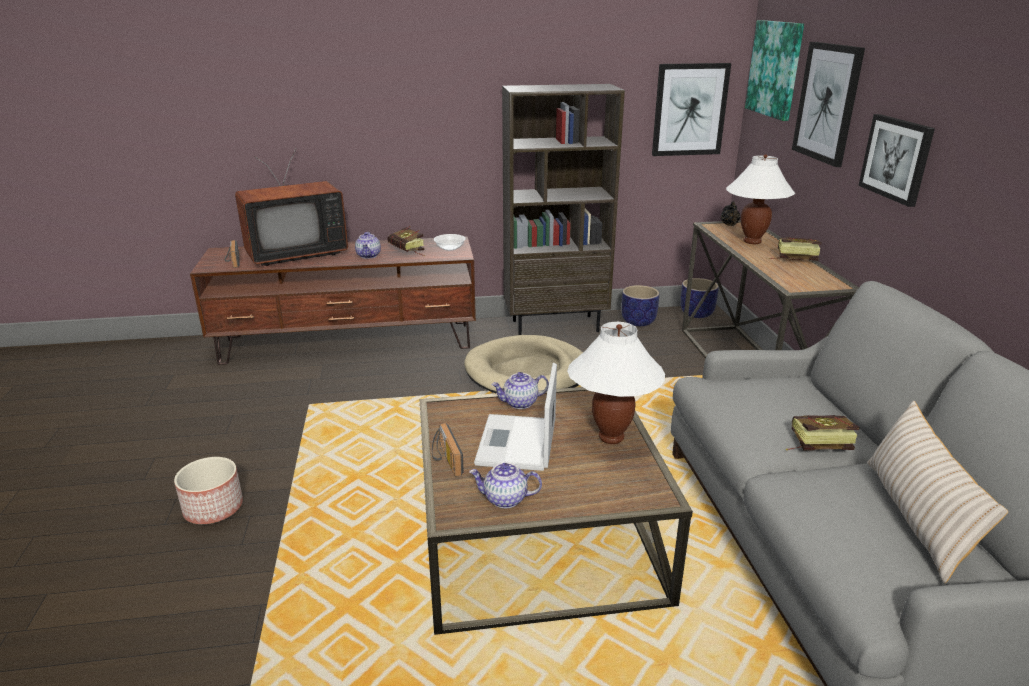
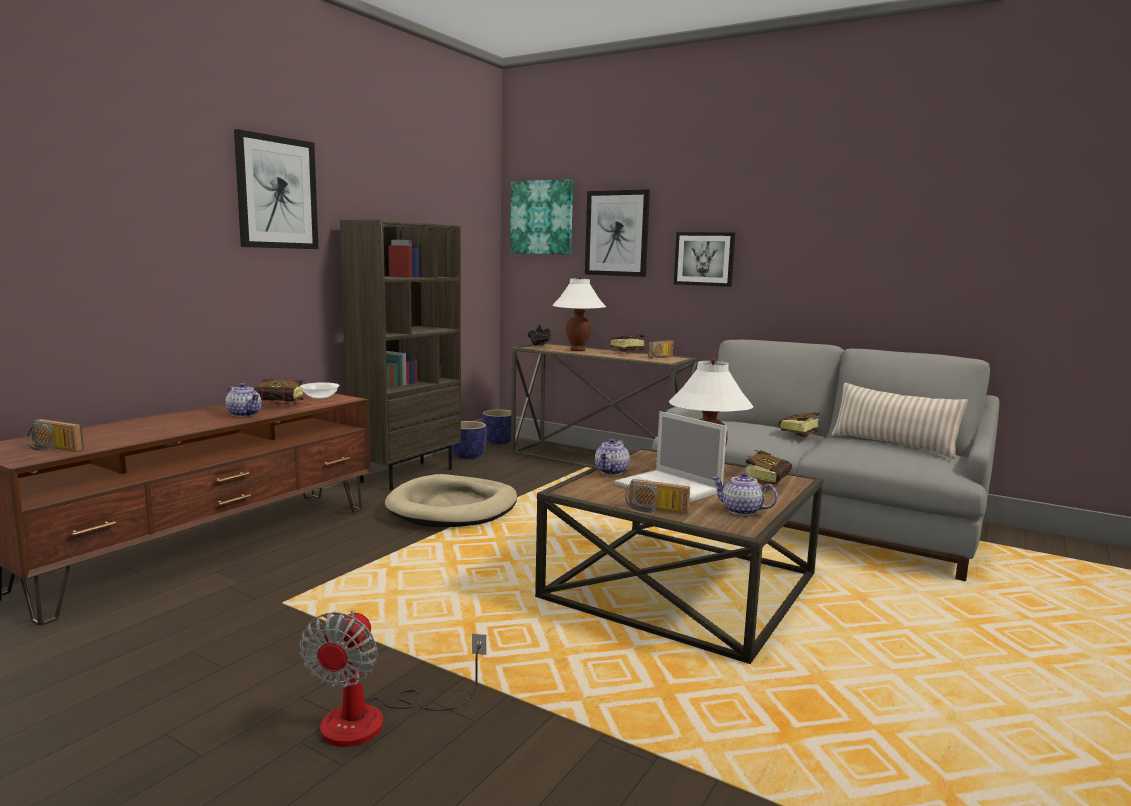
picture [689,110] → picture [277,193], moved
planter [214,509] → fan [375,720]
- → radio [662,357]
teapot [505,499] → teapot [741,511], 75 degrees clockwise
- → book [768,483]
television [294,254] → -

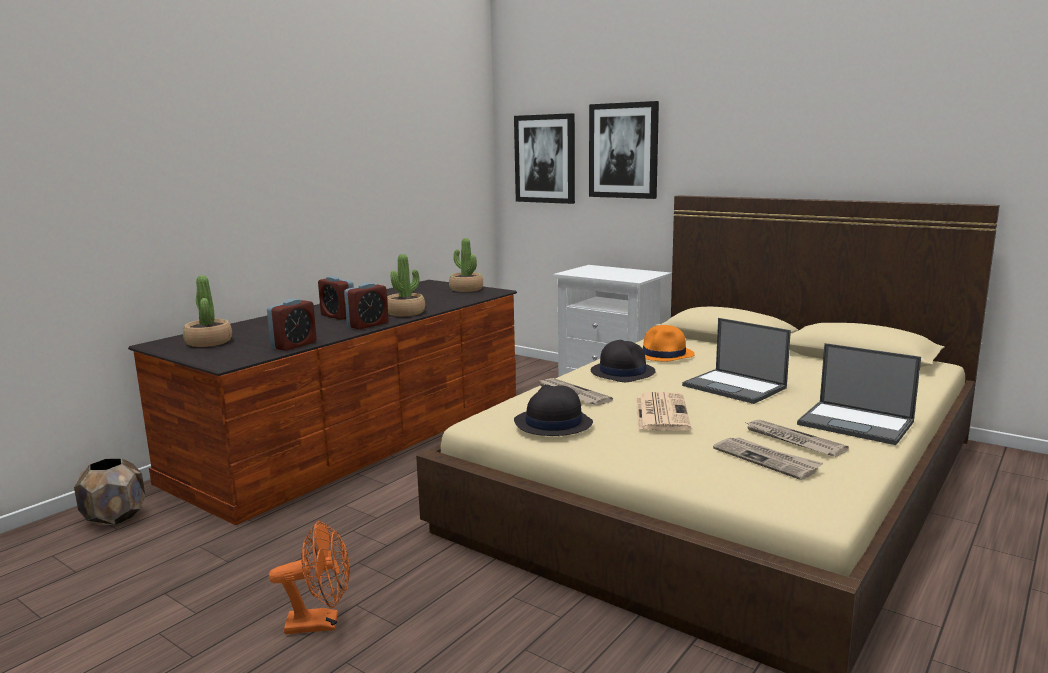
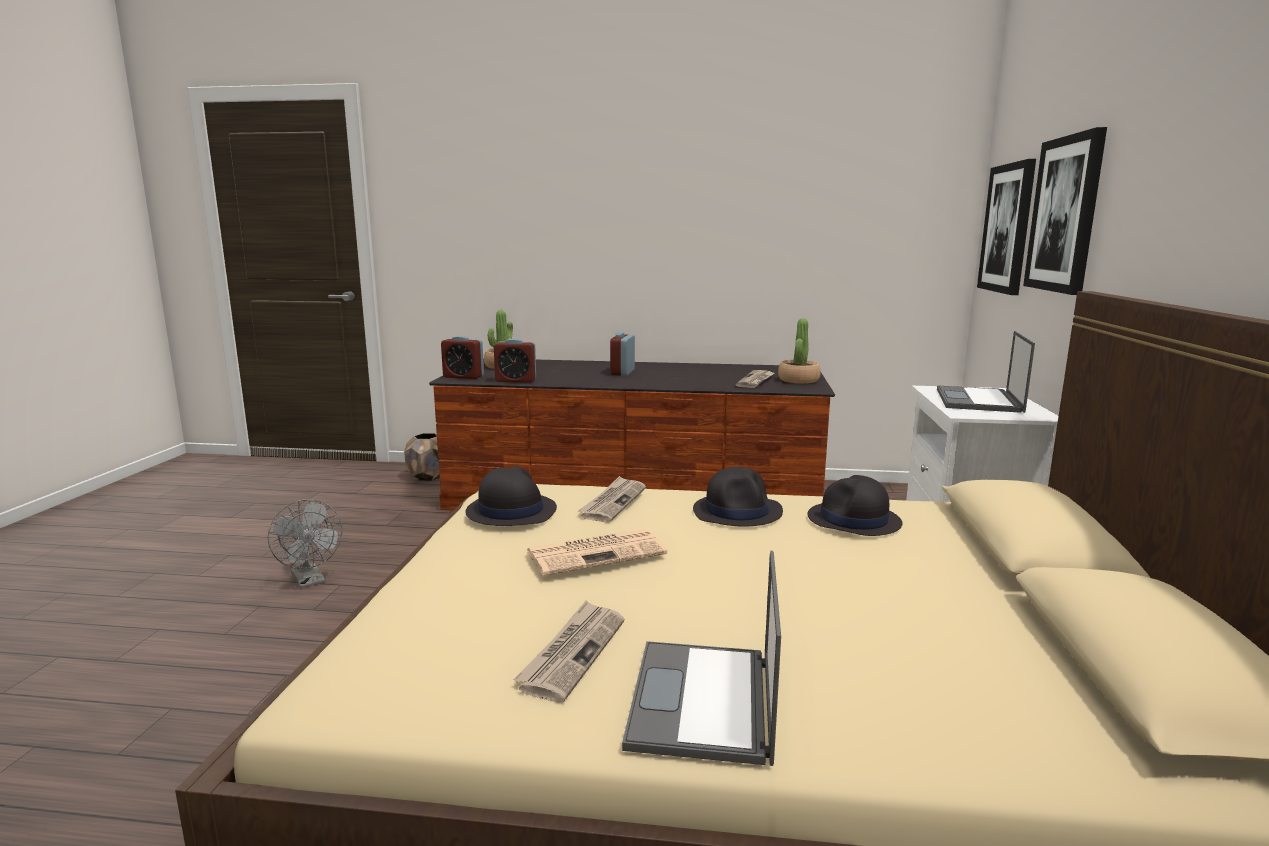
orange fan [321,623] → grey fan [310,581]
alarm clock [368,325] → alarm clock [463,377], moved
newspaper [766,460] → newspaper [756,381], moved
orange hat [664,355] → black hat [854,521]
laptop [735,387] → laptop [979,400], moved
potted plant [405,313] → -

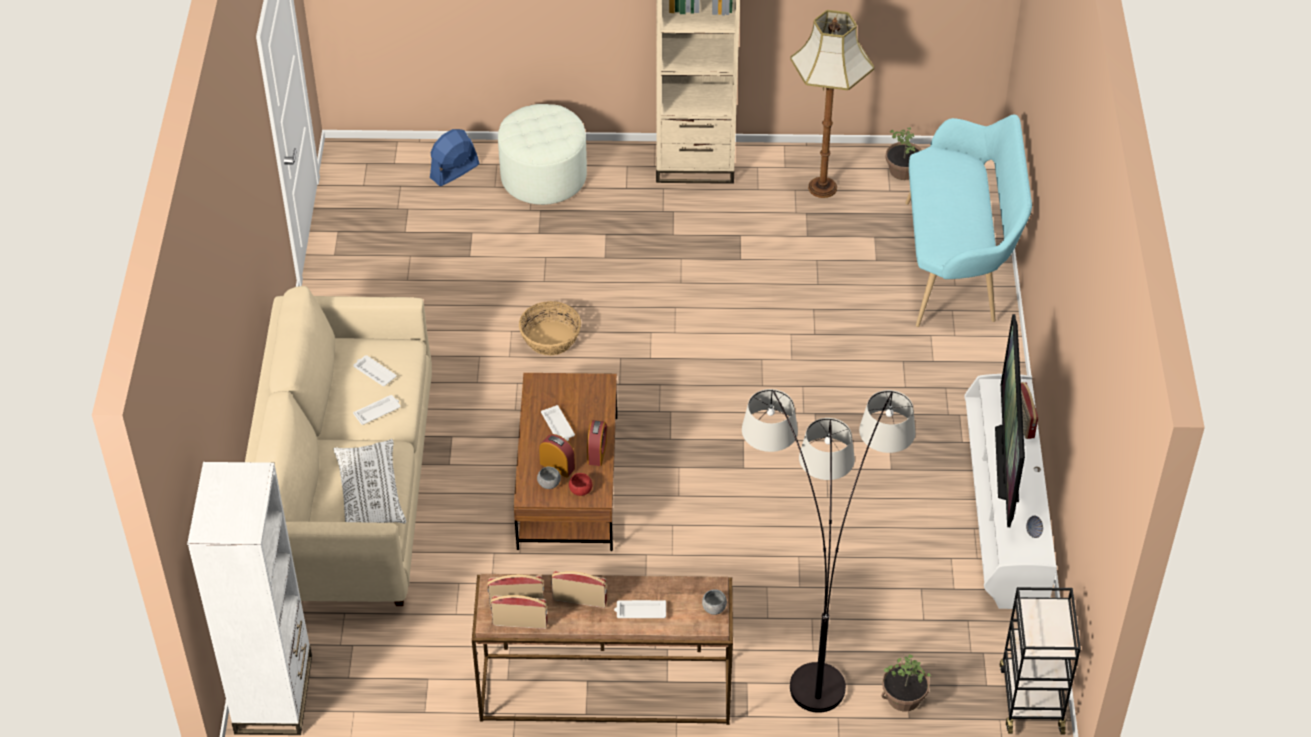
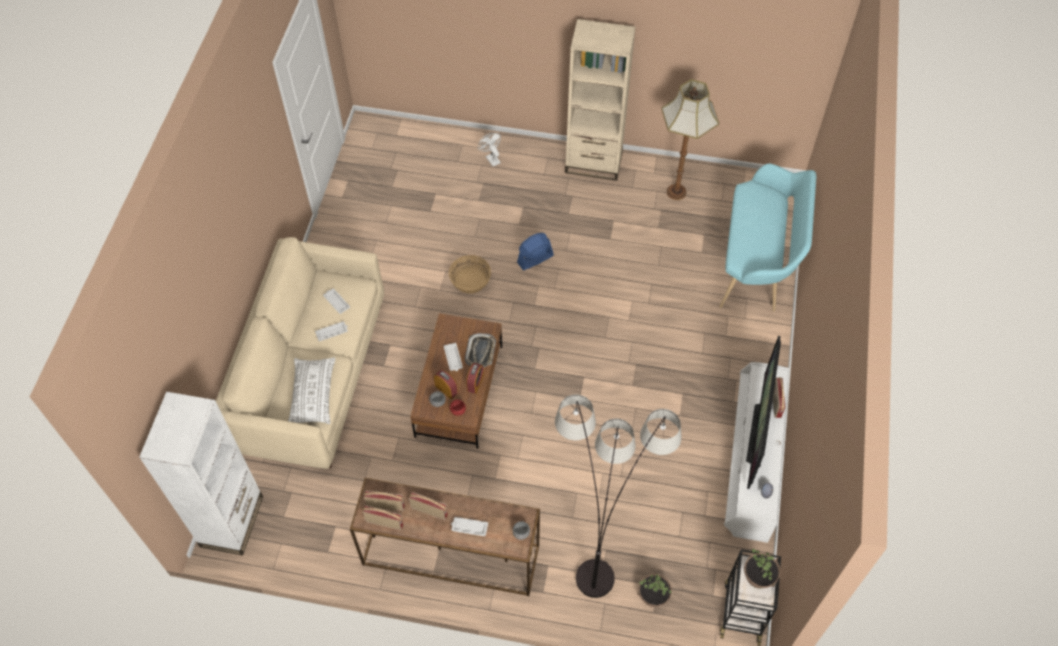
- → tray [481,352]
white ottoman [543,177] → white fan [491,158]
blue fan [454,171] → blue fan [535,259], moved
potted plant [903,170] → potted plant [759,576], moved

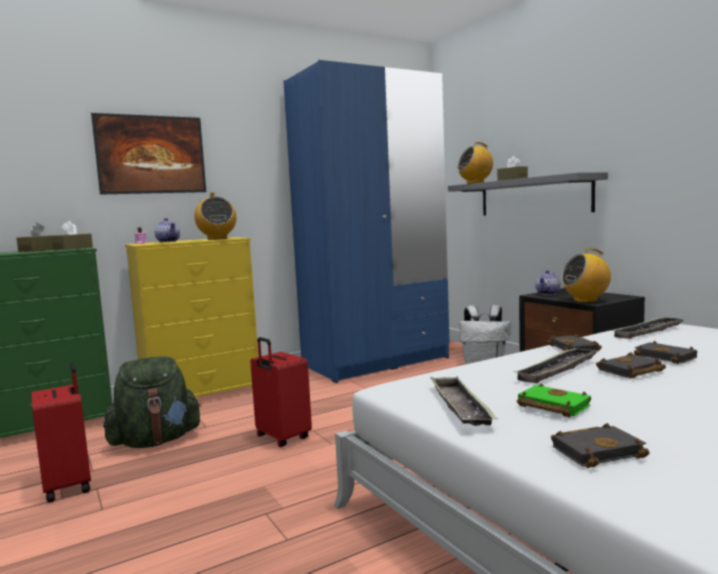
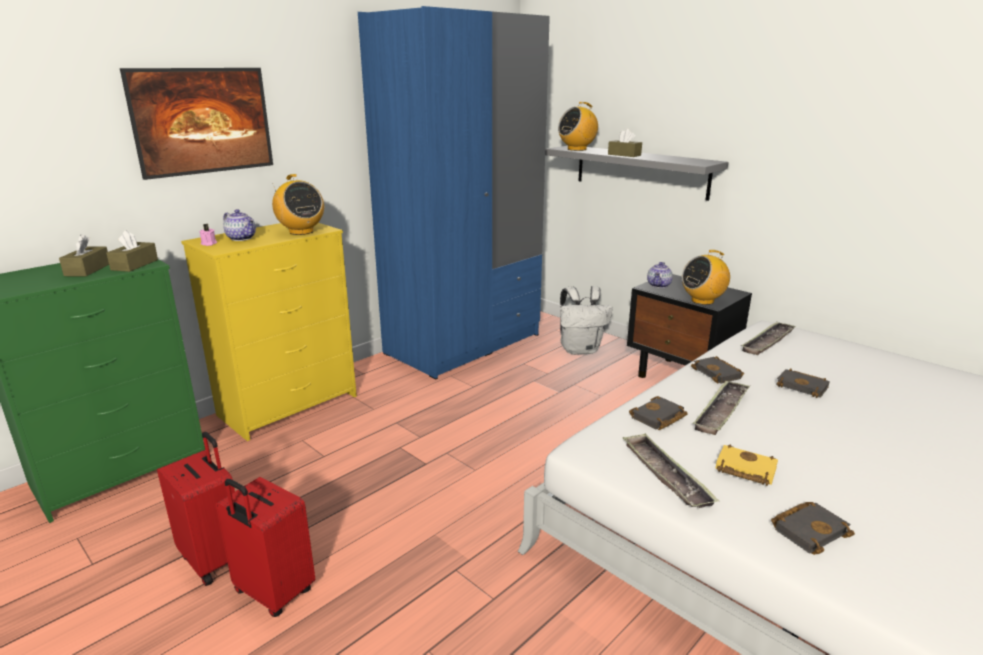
red suitcase [282,438] → red suitcase [272,593], moved
black book [631,371] → black book [658,418], moved
green book [550,406] → yellow book [743,470]
green backpack [156,441] → -

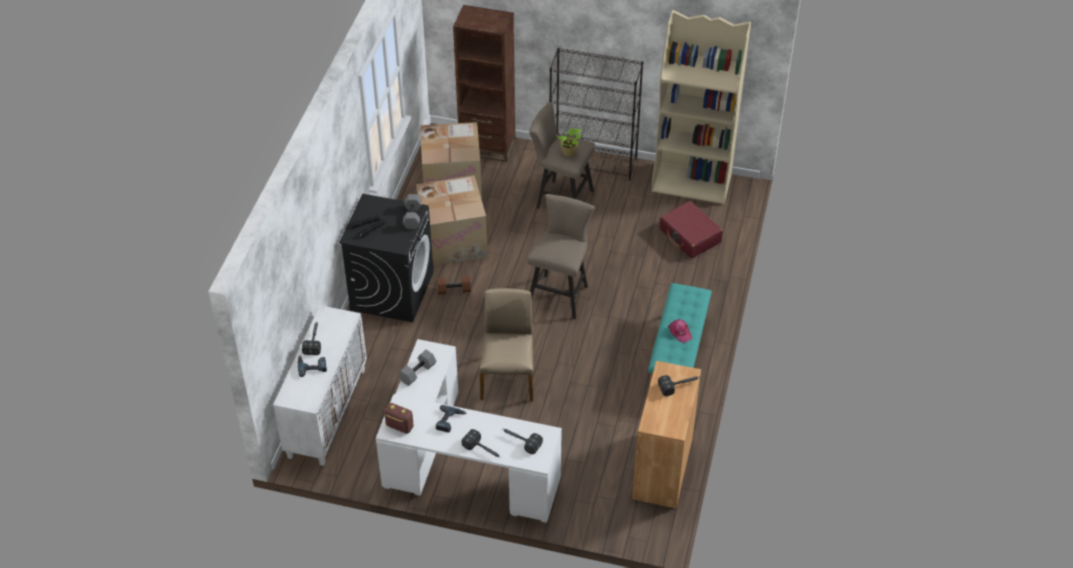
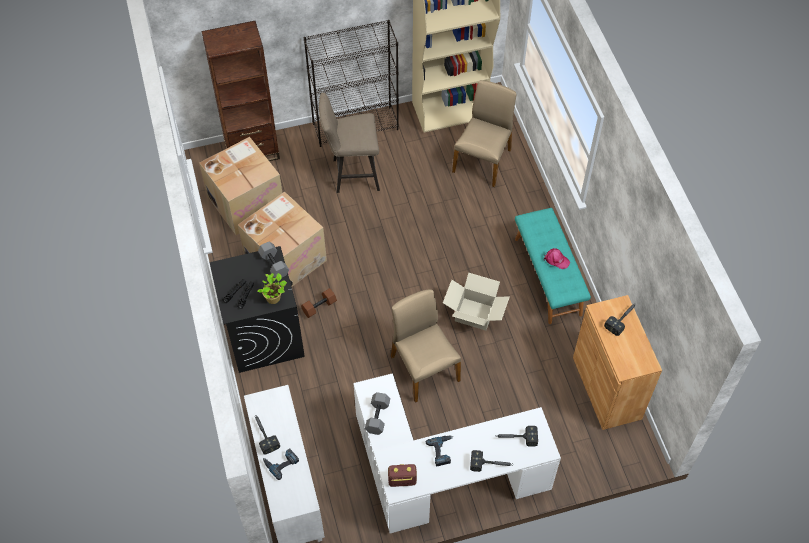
potted plant [569,152] → potted plant [274,298], moved
- → cardboard box [474,314]
red suitcase [690,236] → beige chair [483,160]
beige stool [560,293] → -

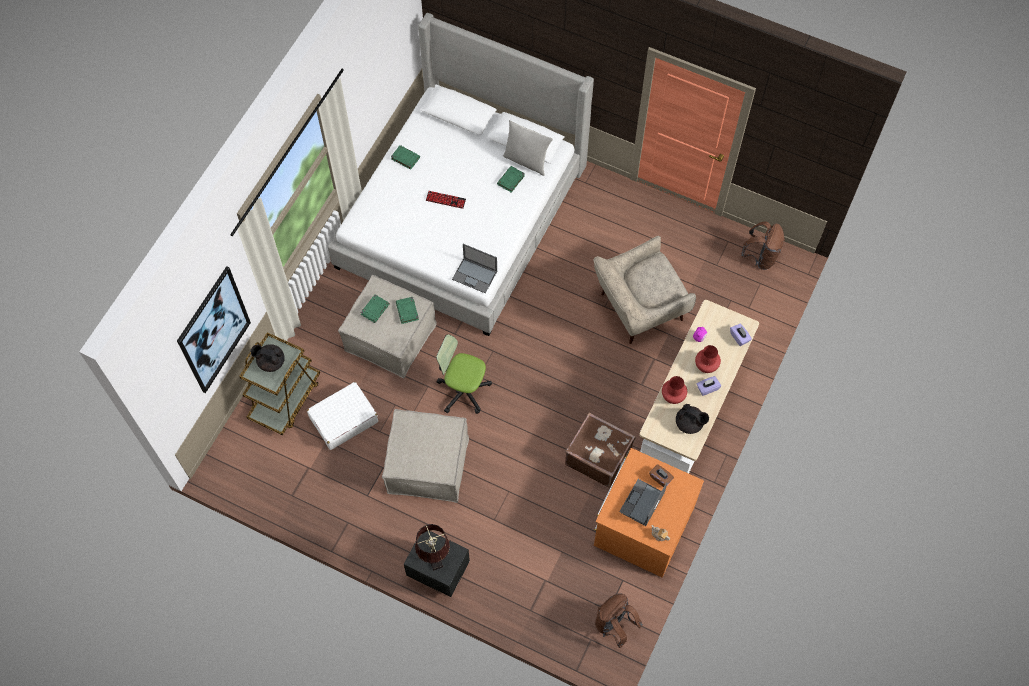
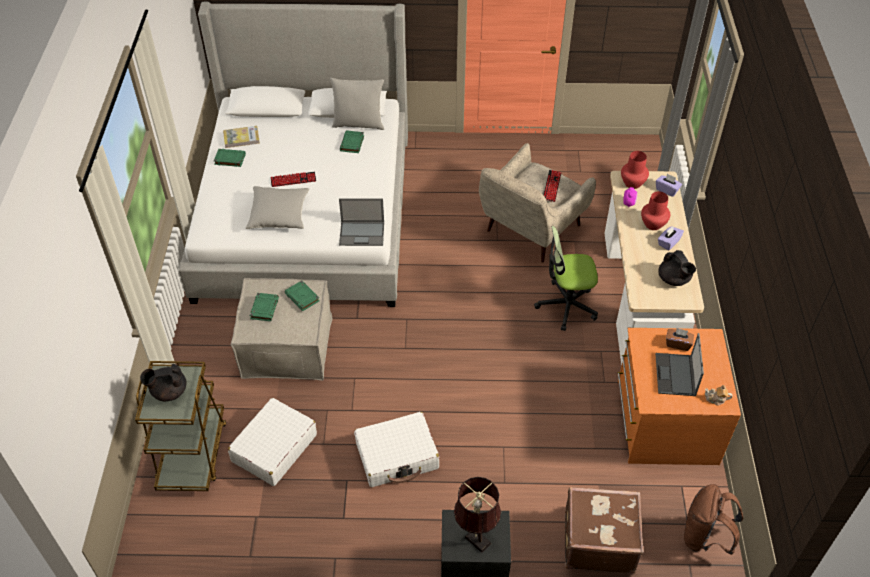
- → book [241,138]
- → grey pillow [279,215]
beige ottoman [427,464] → white suitcase [397,456]
office chair [463,390] → office chair [566,305], moved
- → keyboard [551,186]
brown suitcase [598,456] → brown suitcase [598,540], moved
red vase [672,396] → red vase [632,183], moved
black teapot [689,424] → black teapot [674,279], 60 degrees clockwise
picture [214,330] → -
brown backpack [761,257] → -

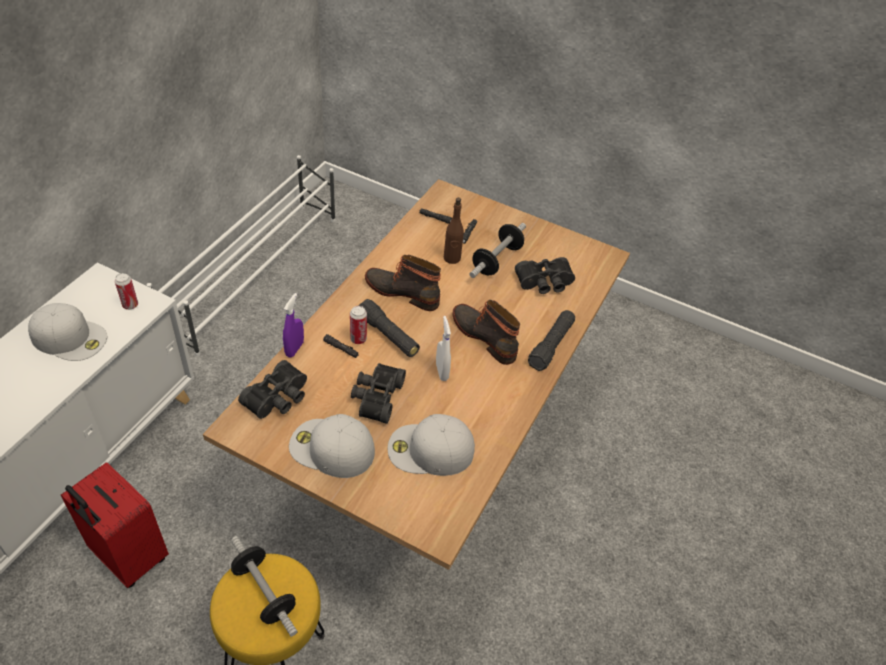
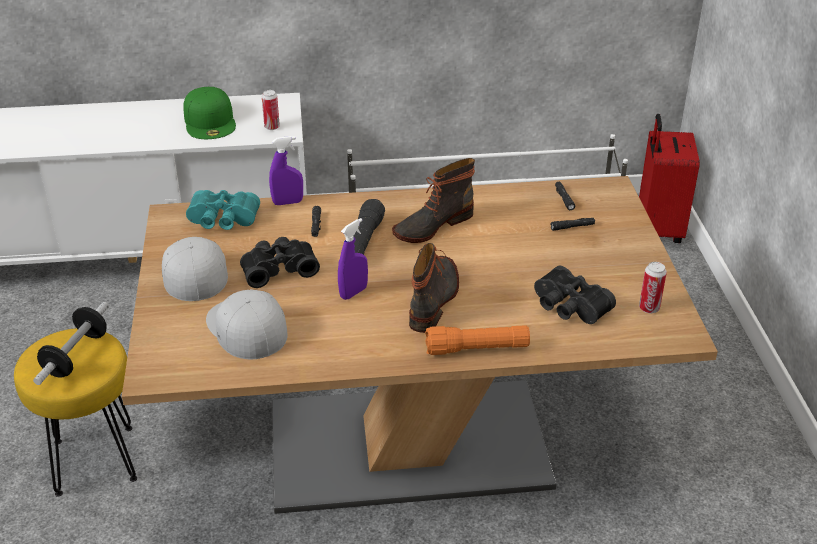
white cap [70,337] → green cap [210,121]
black binoculars [278,398] → turquoise binoculars [222,221]
white spray bottle [442,371] → purple spray bottle [353,292]
boot [403,292] → boot [432,225], 120 degrees counterclockwise
black flashlight [551,345] → orange flashlight [477,349]
red suitcase [128,557] → red suitcase [657,229], moved
can [358,339] → can [649,308], moved
brown bottle [452,258] → -
dumbbell [496,260] → -

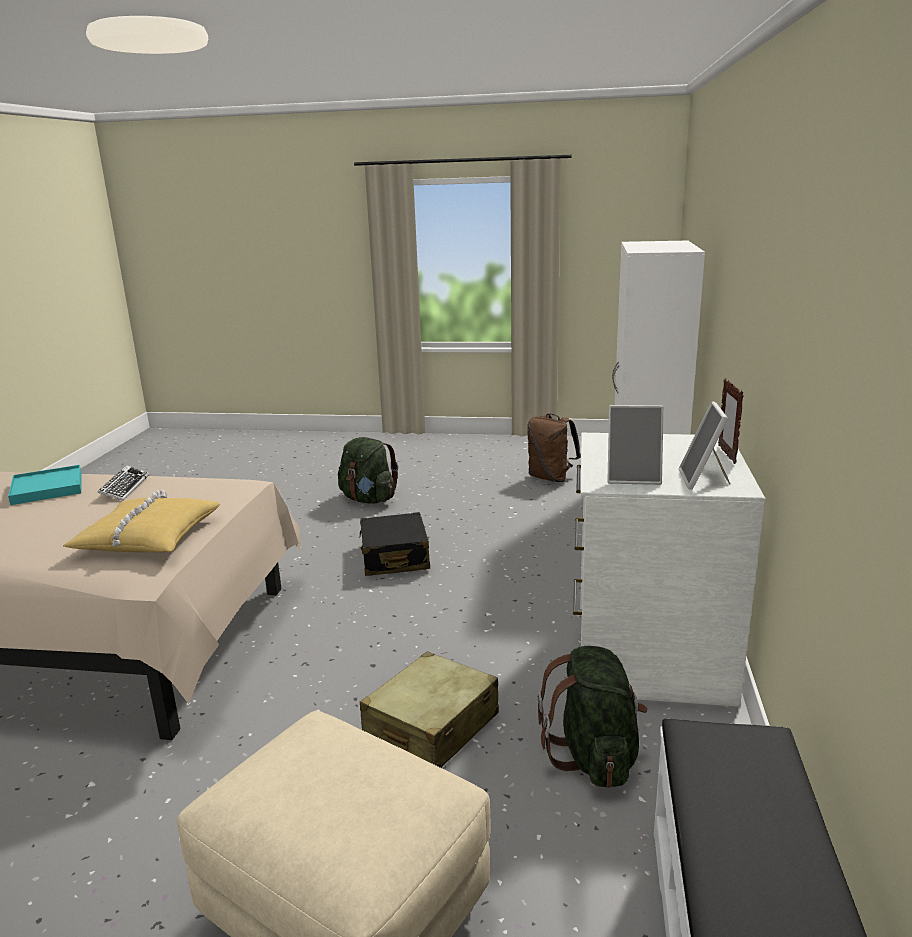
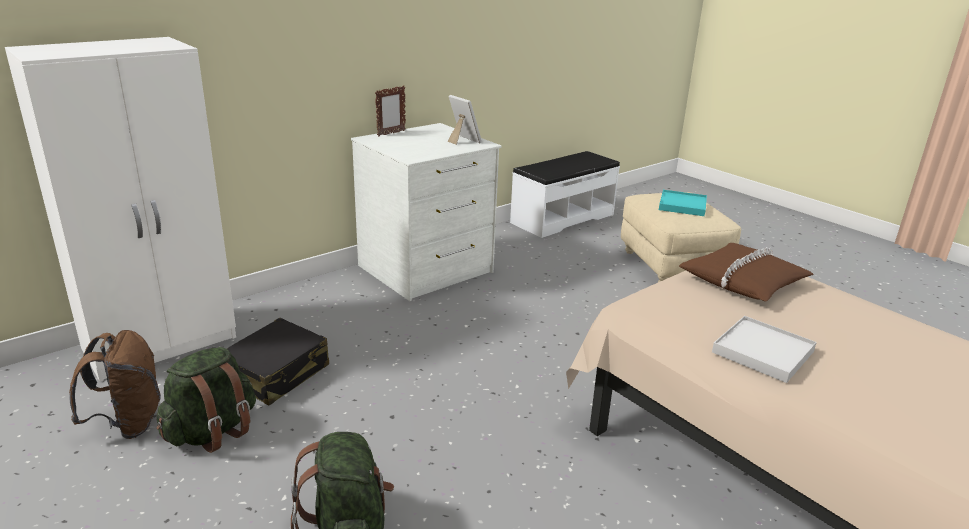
green backpack [594,756] → green backpack [212,431], moved
black suitcase [394,557] → black suitcase [277,373], moved
turquoise tray [47,488] → turquoise tray [682,205], moved
yellow pillow [148,537] → brown pillow [743,281]
keyboard [125,487] → white tray [763,352]
beige suitcase [431,727] → -
picture frame [703,480] → -

